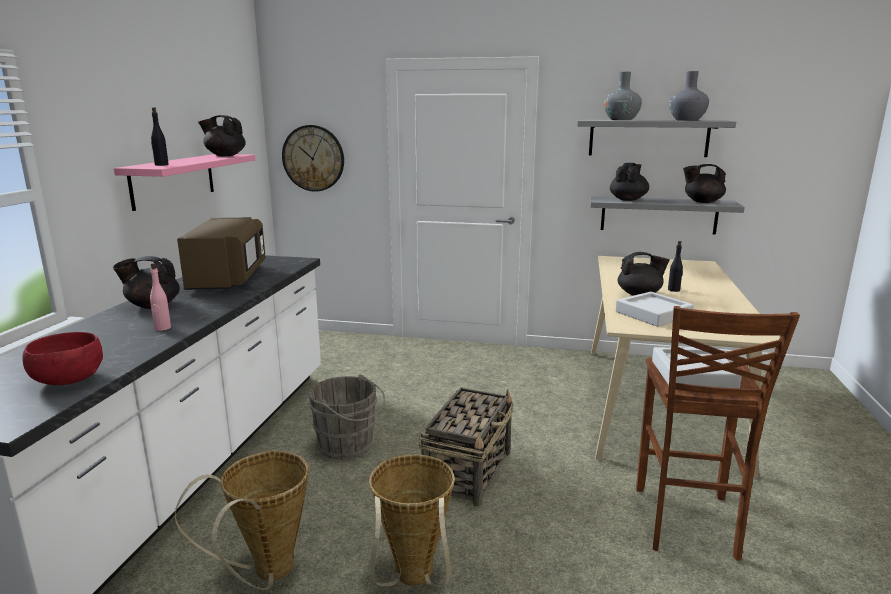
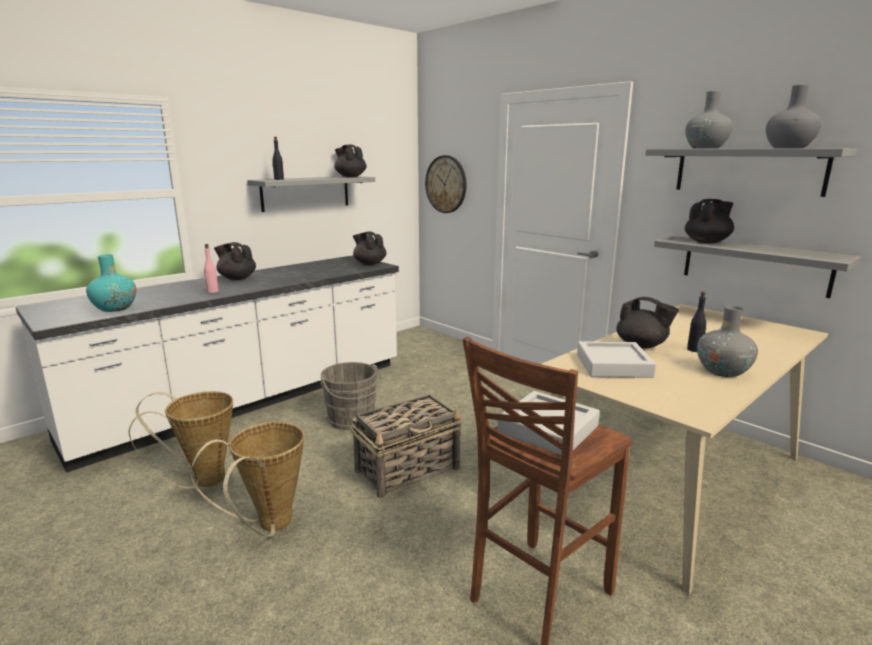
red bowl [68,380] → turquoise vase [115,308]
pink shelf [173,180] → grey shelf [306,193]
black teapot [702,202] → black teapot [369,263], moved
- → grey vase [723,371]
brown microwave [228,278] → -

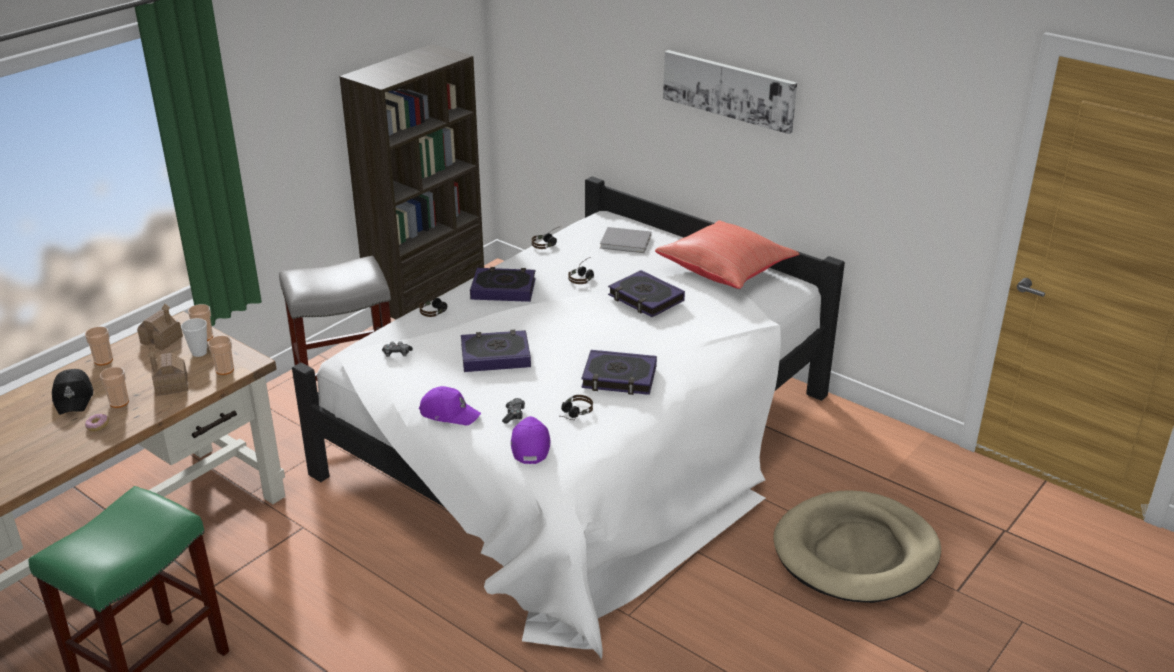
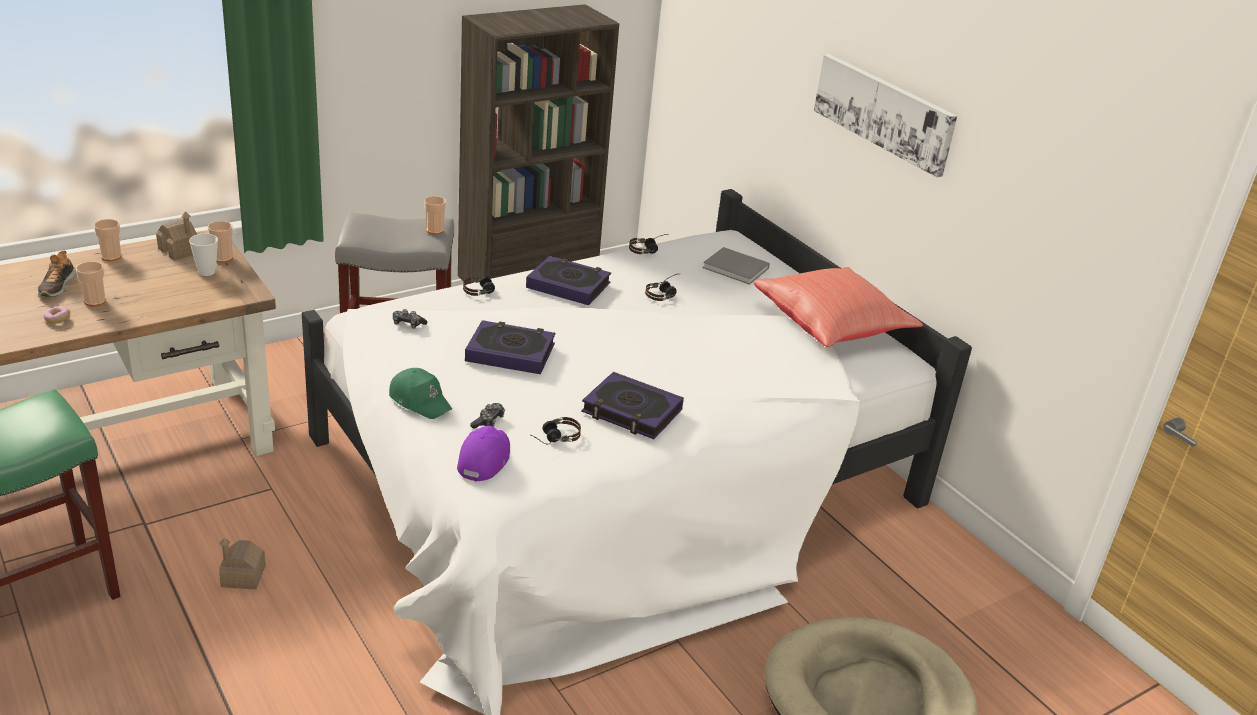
black cap [74,398] → shoe [57,286]
toy house [171,385] → toy house [243,576], moved
purple cap [449,413] → green cap [420,401]
cup [224,370] → cup [435,230], moved
book [645,298] → -

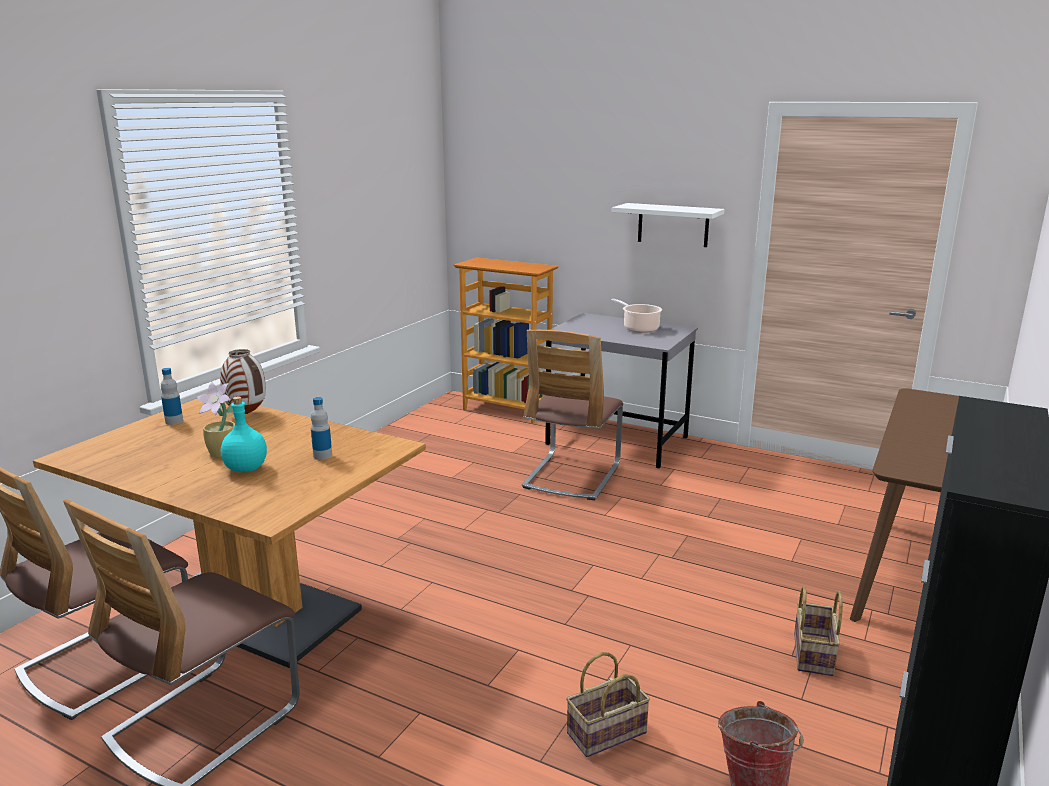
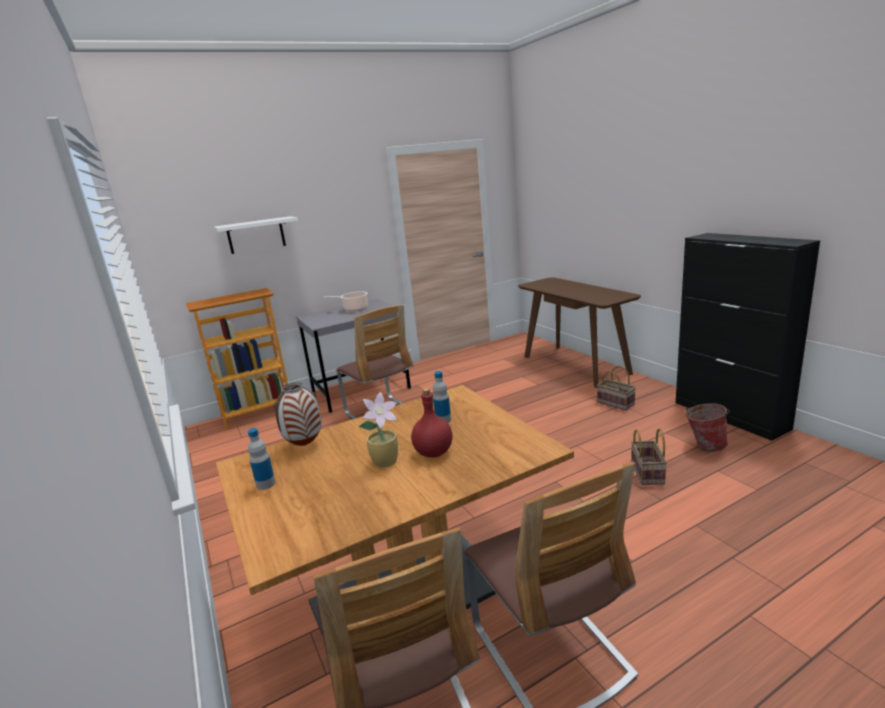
white shelf [673,225] → white shelf [256,235], moved
turquoise bottle [245,468] → red bottle [433,453]

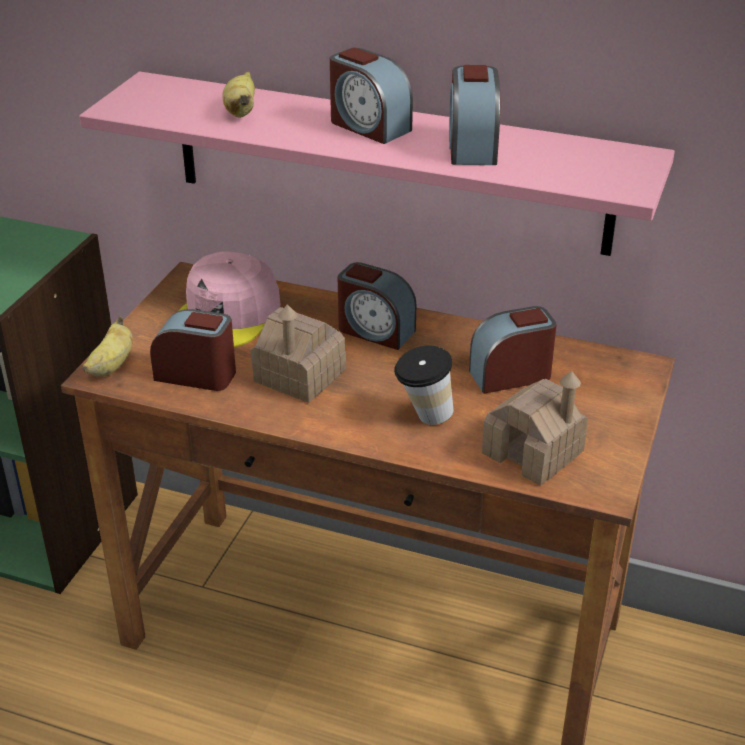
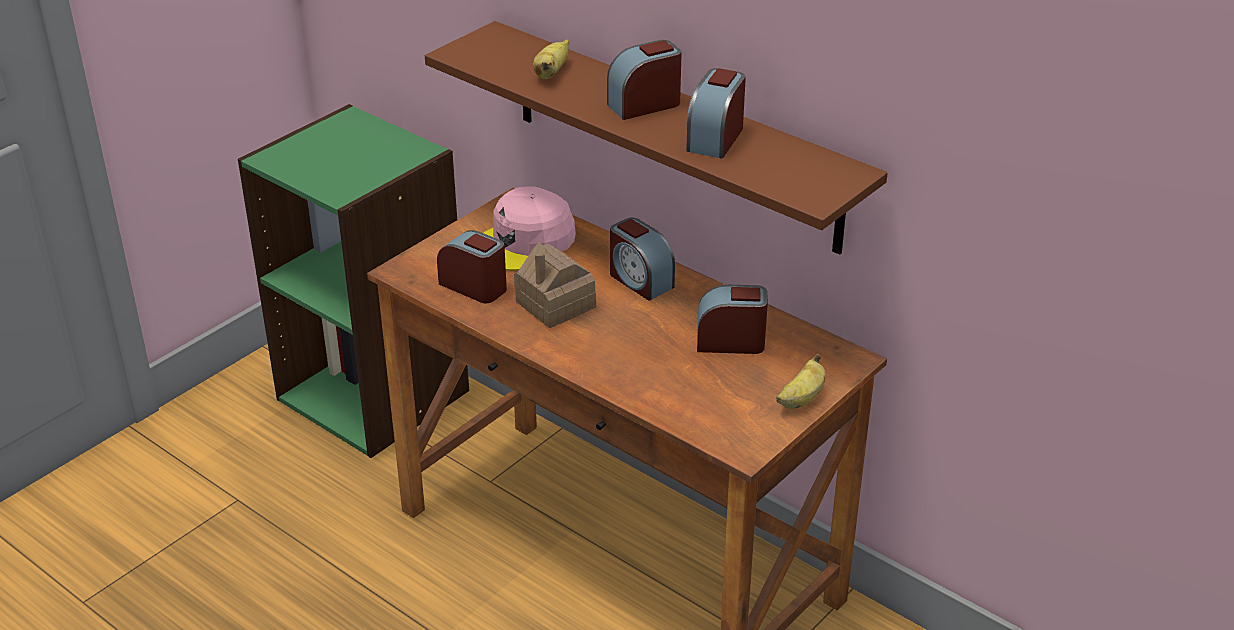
pink shelf [388,163] → brown shelf [674,136]
alarm clock [368,126] → alarm clock [644,104], 90 degrees clockwise
banana [111,366] → banana [801,399], moved
cup [423,417] → -
toy house [533,452] → -

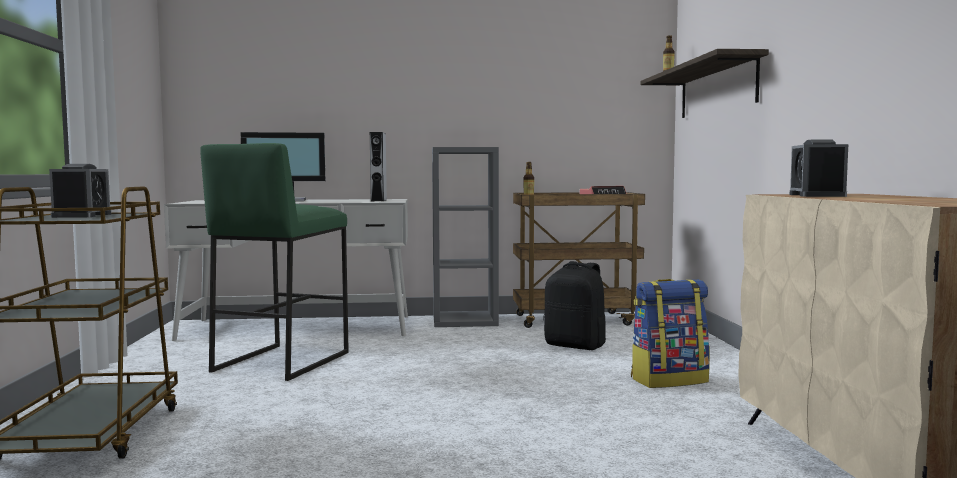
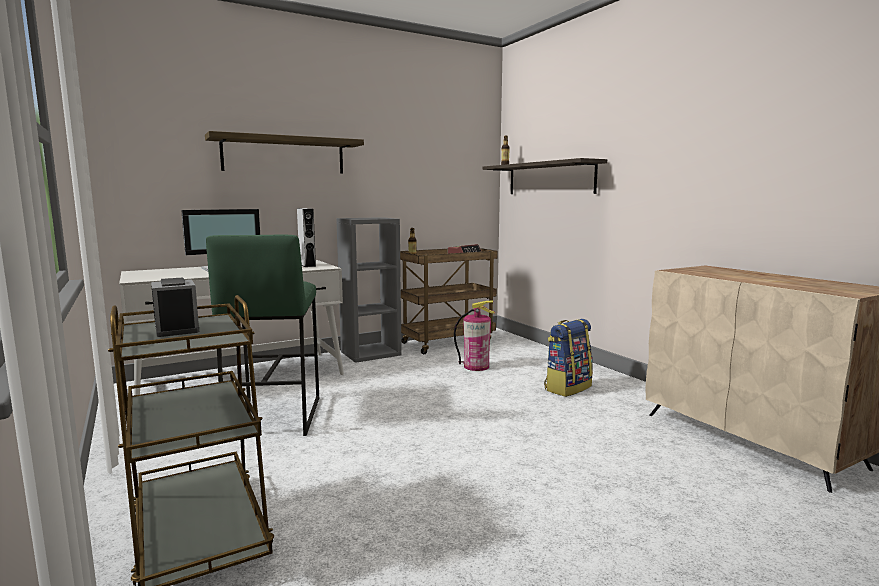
- → shelf [284,155]
black backpack [576,345] → fire extinguisher [476,366]
alarm clock [817,195] → -

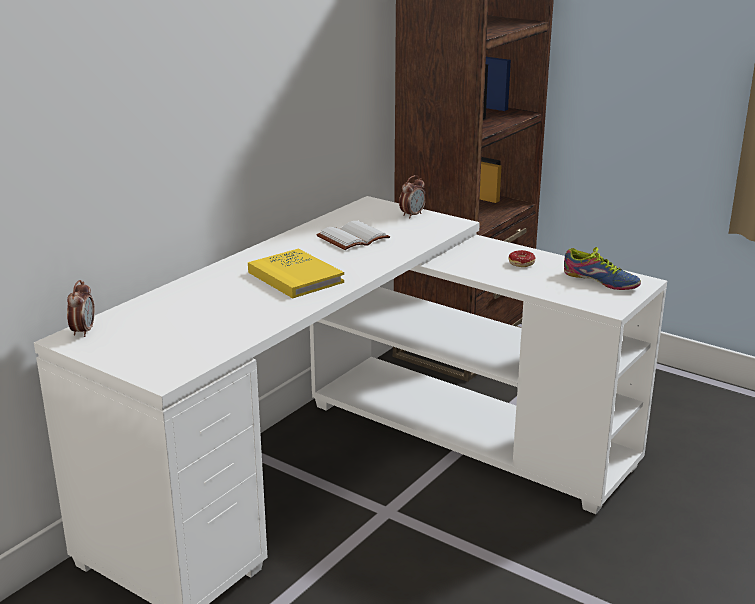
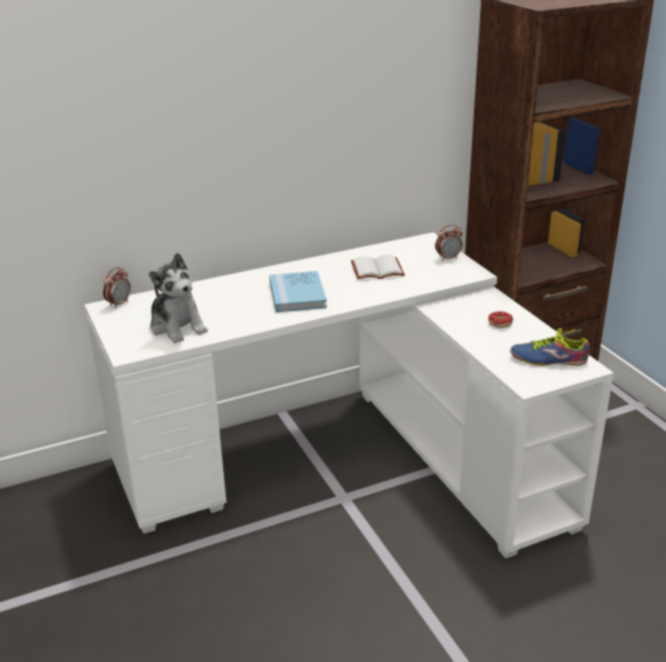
- → plush toy [177,327]
yellow book [295,277] → blue book [297,294]
shoe [599,282] → shoe [548,358], 120 degrees clockwise

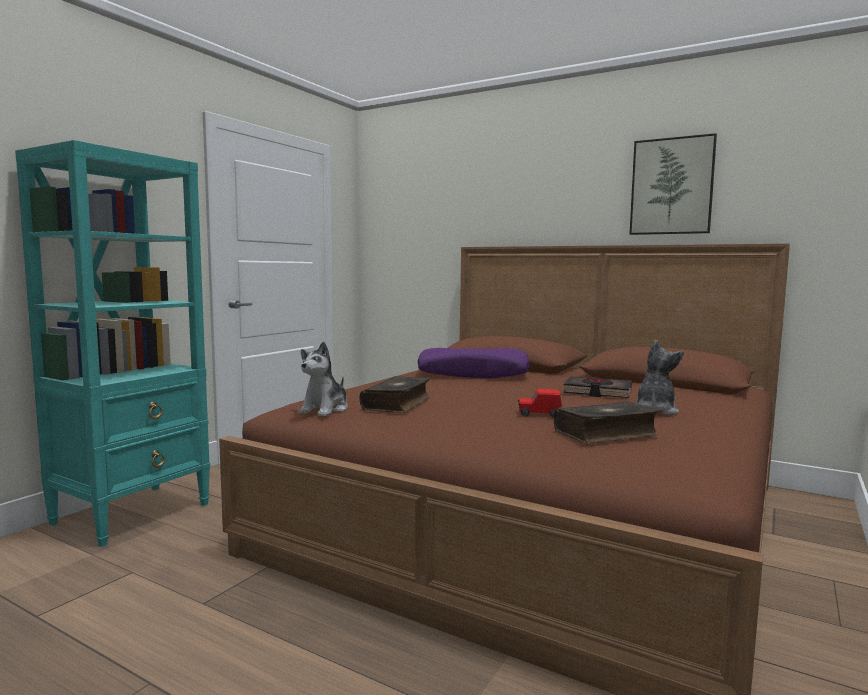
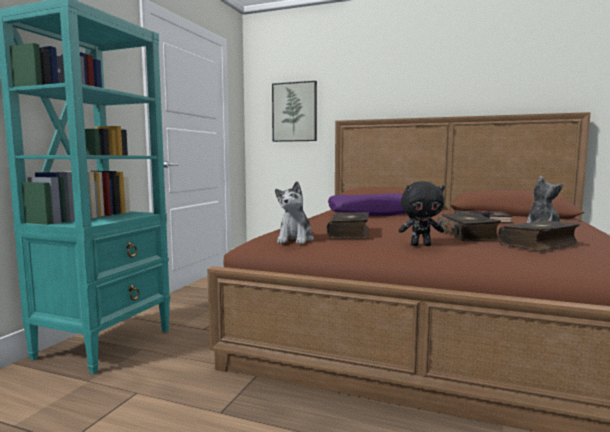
picture [672,186] → picture [294,112], moved
- → black plush toy [420,245]
red toy car [539,414] → book [468,235]

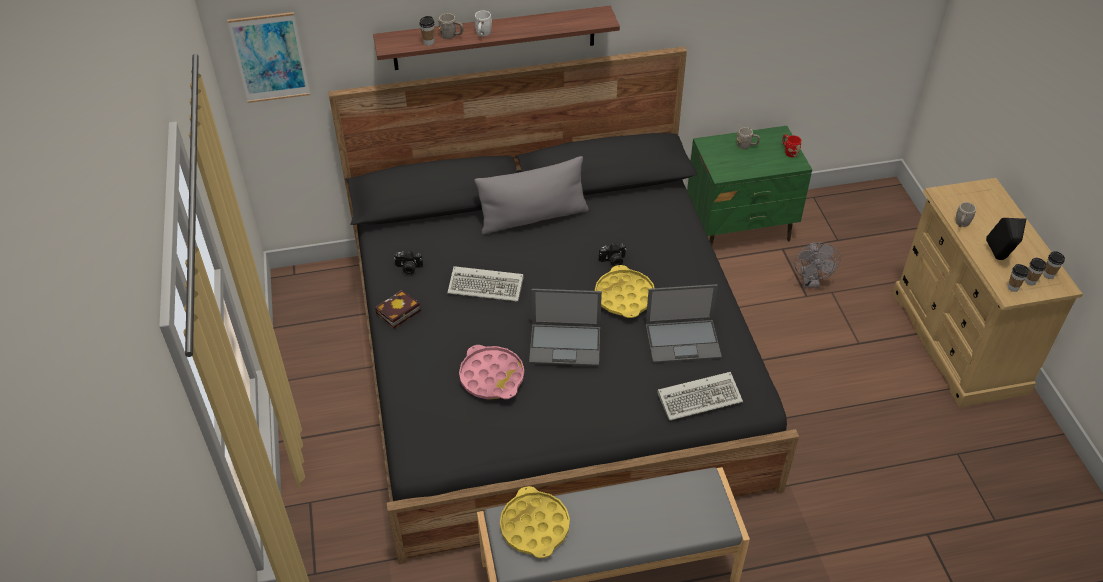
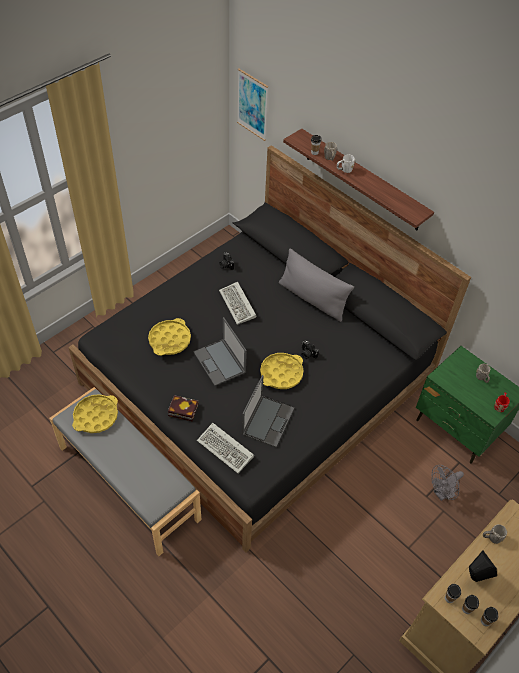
pink tray [492,377] → yellow tray [170,340]
book [397,313] → book [181,410], moved
laptop [683,340] → laptop [268,420], 120 degrees counterclockwise

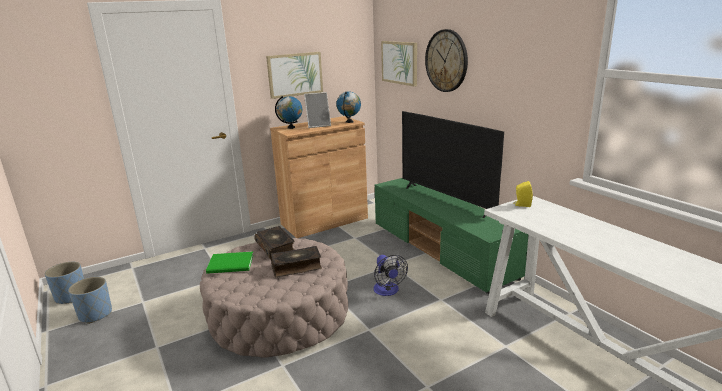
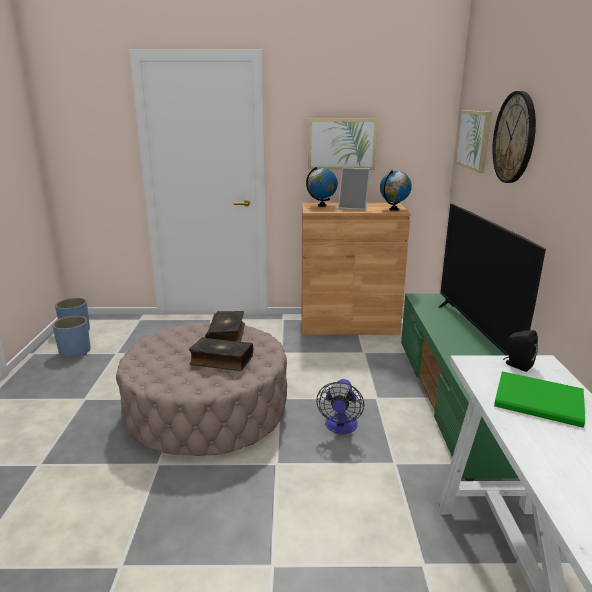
green book [232,264] → green book [541,402], moved
yellow speaker [522,205] → black speaker [517,365]

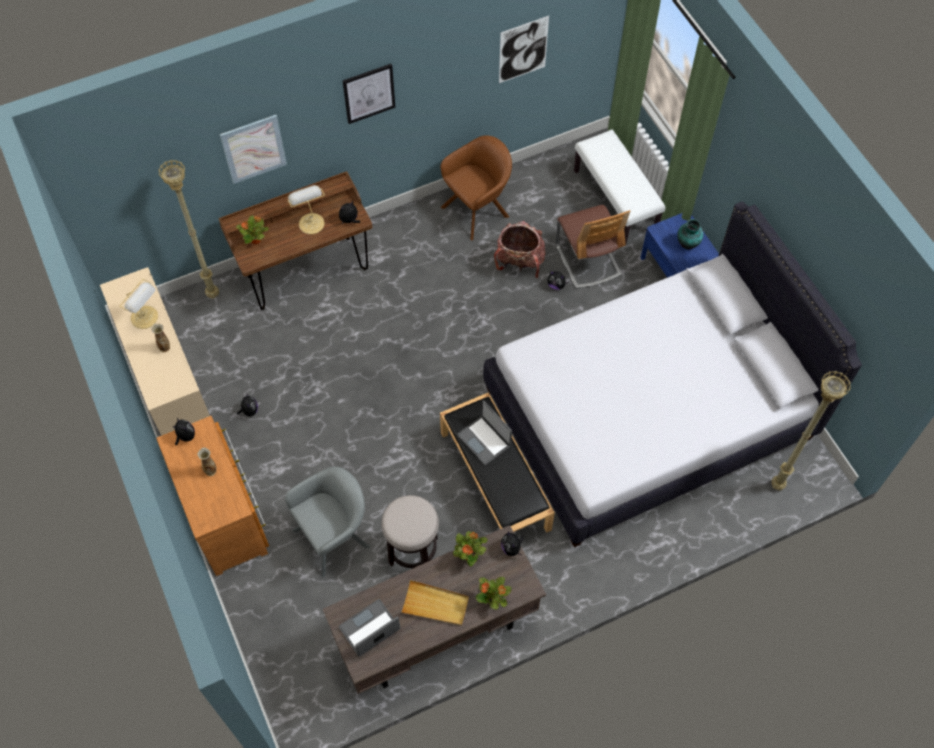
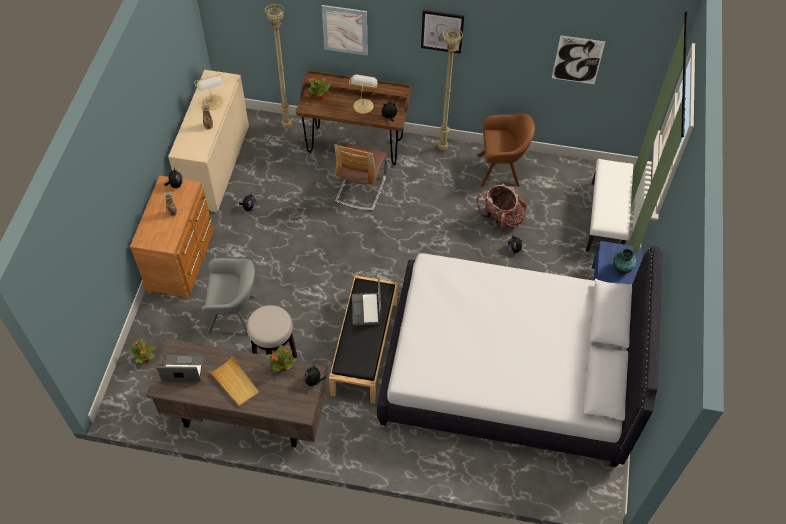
potted plant [493,599] → potted plant [146,360], moved
chair [588,260] → chair [360,189], moved
beige floor lamp [778,485] → beige floor lamp [443,149], moved

